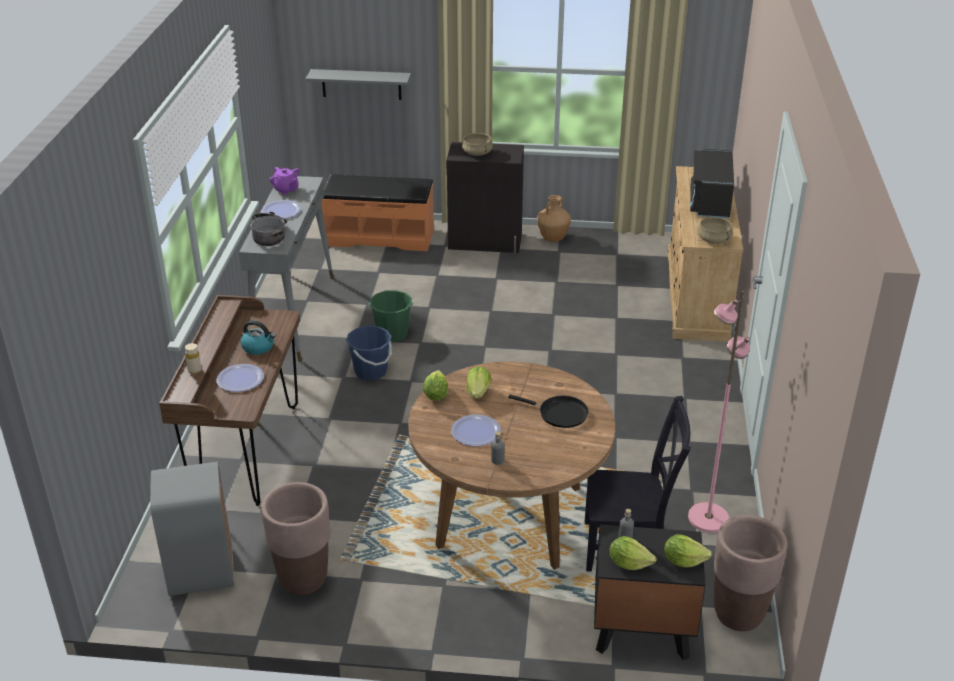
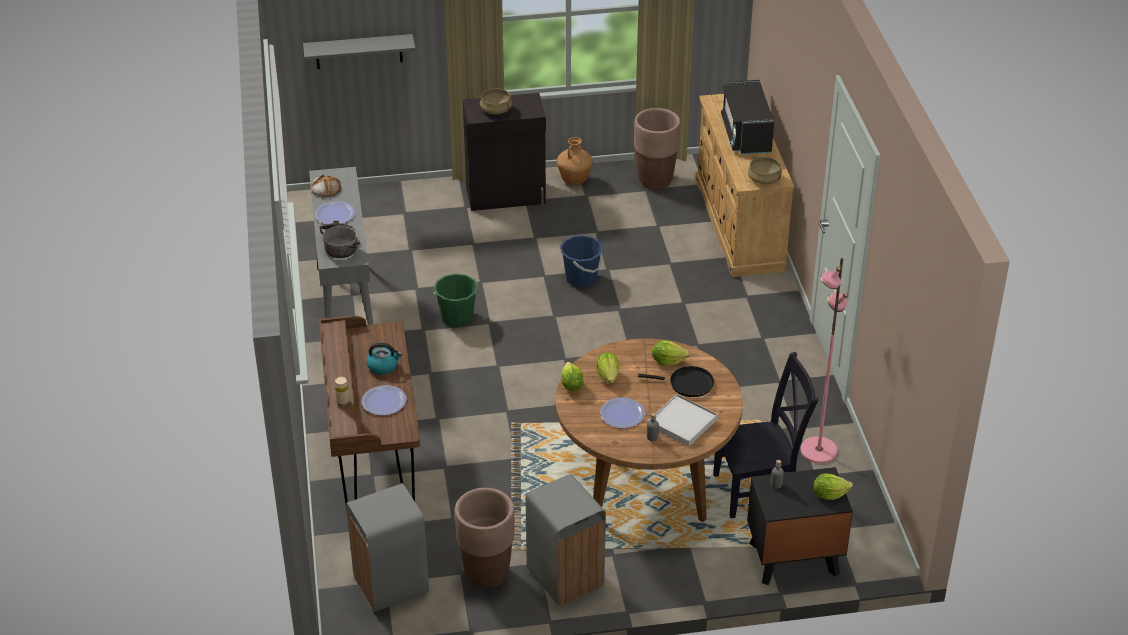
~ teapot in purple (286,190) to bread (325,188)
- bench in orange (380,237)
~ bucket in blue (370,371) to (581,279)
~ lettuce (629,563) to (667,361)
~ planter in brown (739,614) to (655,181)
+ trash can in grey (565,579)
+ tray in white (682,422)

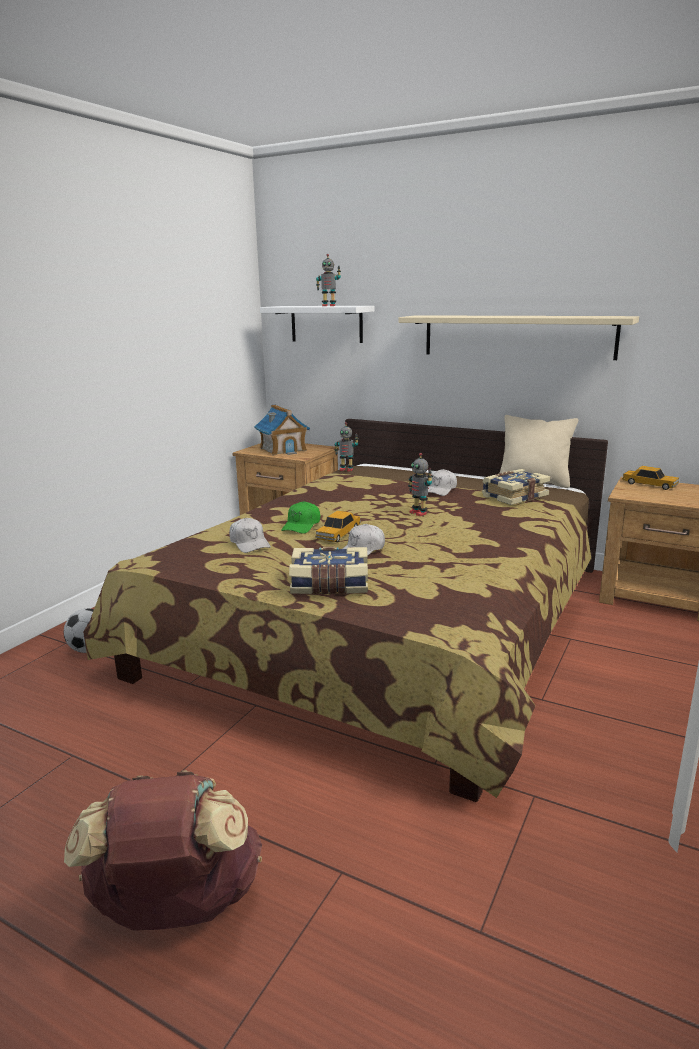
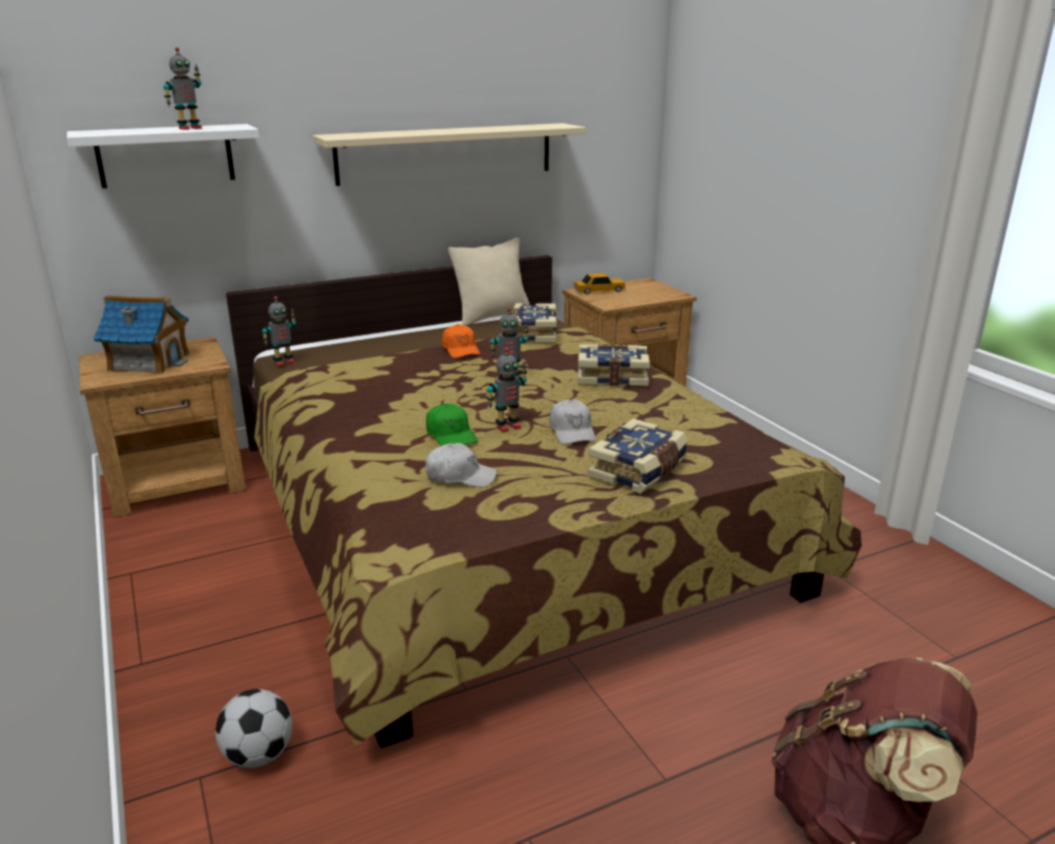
~ toy car (338,534) to toy robot (507,427)
~ cap in white (440,490) to cap in orange (461,350)
+ book (612,377)

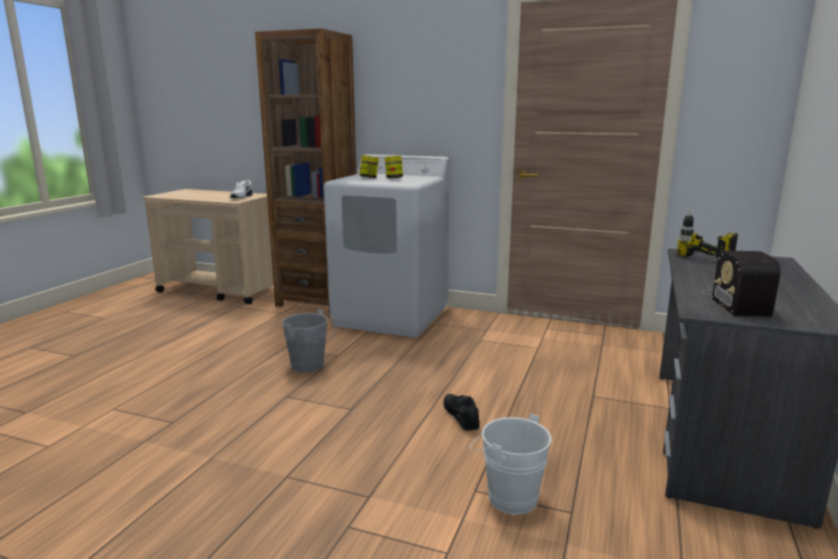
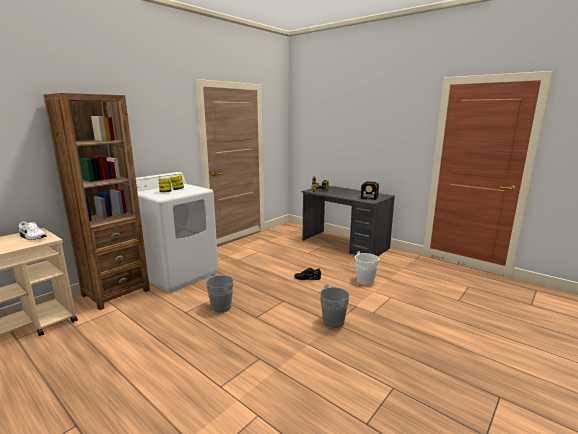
+ bucket in grey (331,322)

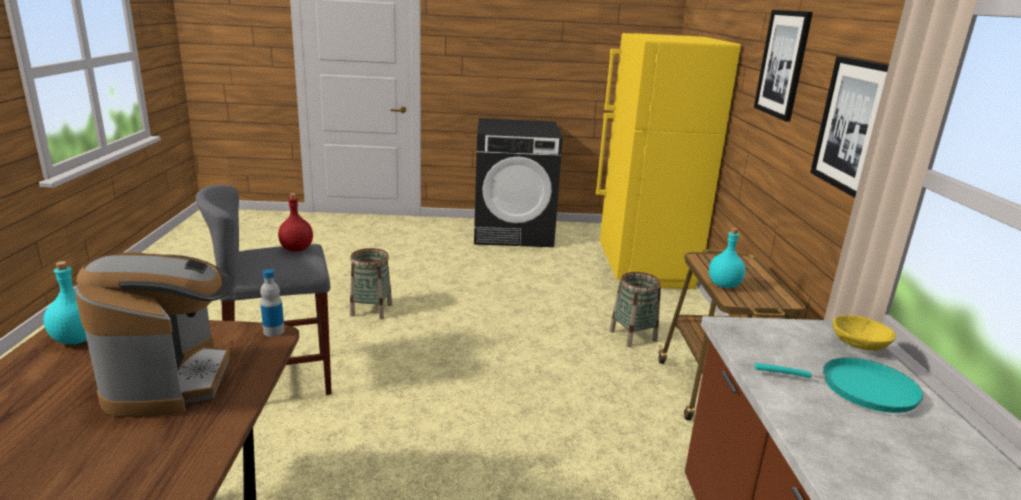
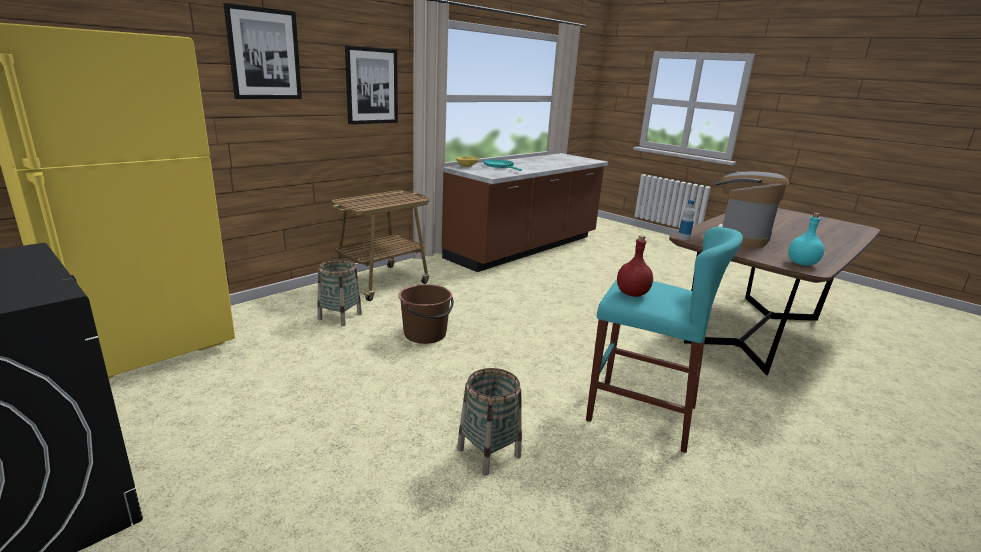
~ stool in grey (279,379) to stool in turquoise (641,413)
- bottle in turquoise (724,285)
+ bucket in brown (425,334)

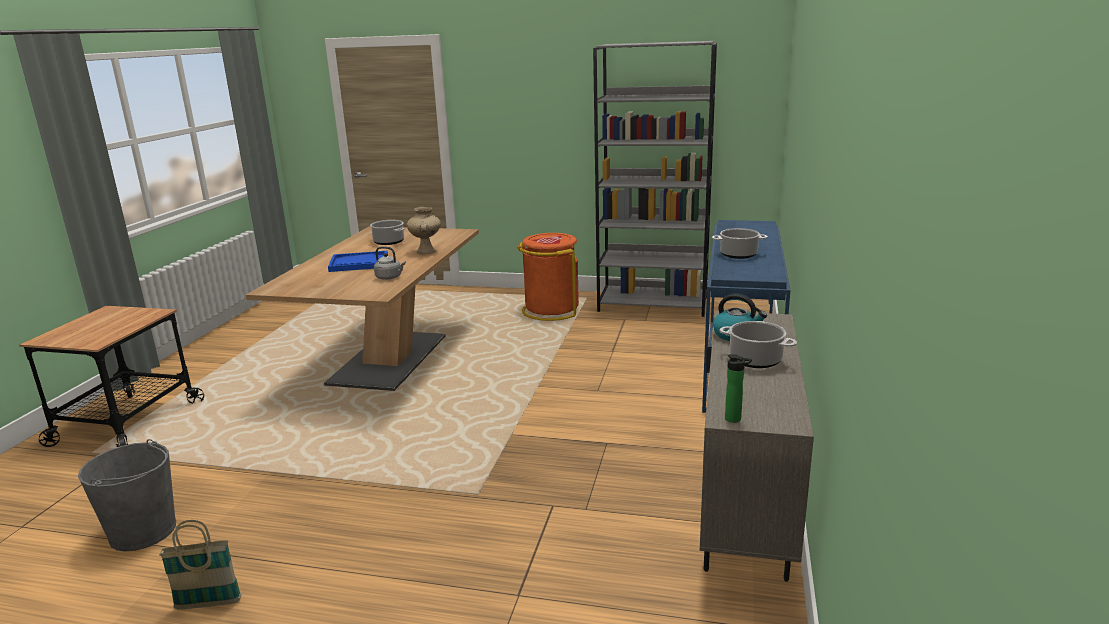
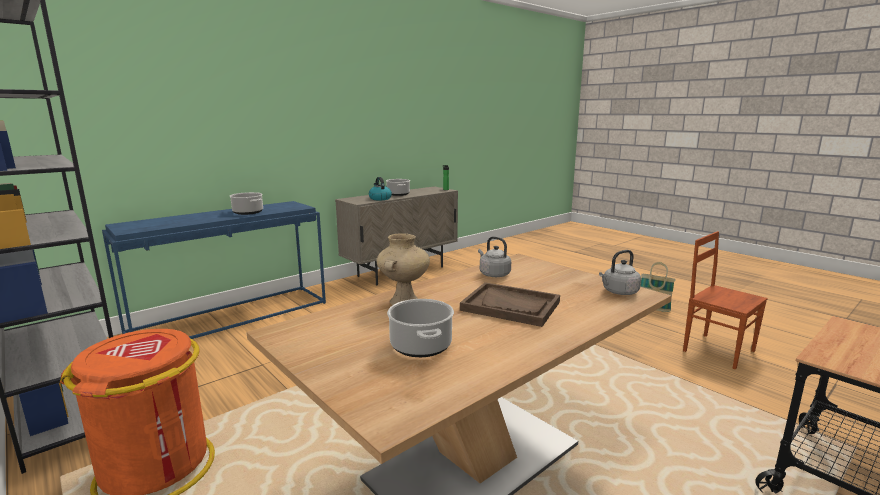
~ bucket in grey (143,531) to chair in brown (717,350)
~ tray in blue (359,263) to tray in brown (511,306)
+ kettle in grey (618,292)

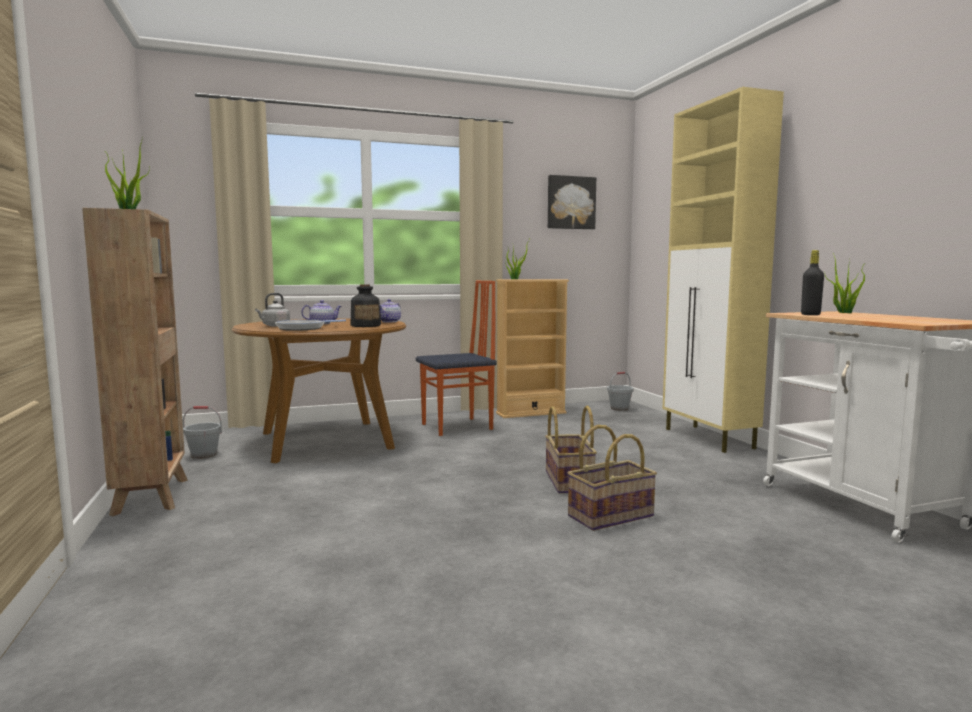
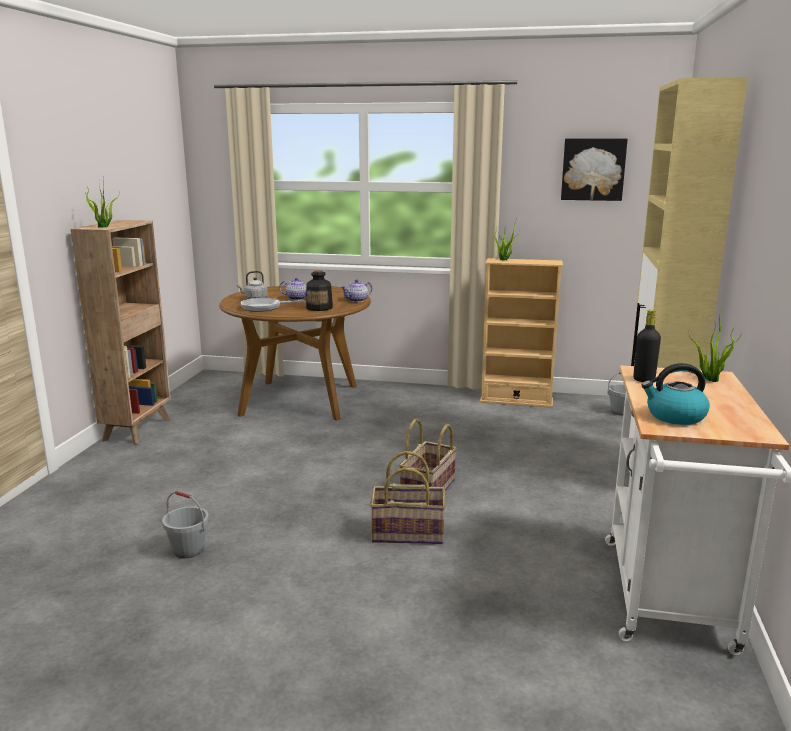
~ bucket in grey (204,455) to (189,550)
- chair (458,427)
+ kettle (674,416)

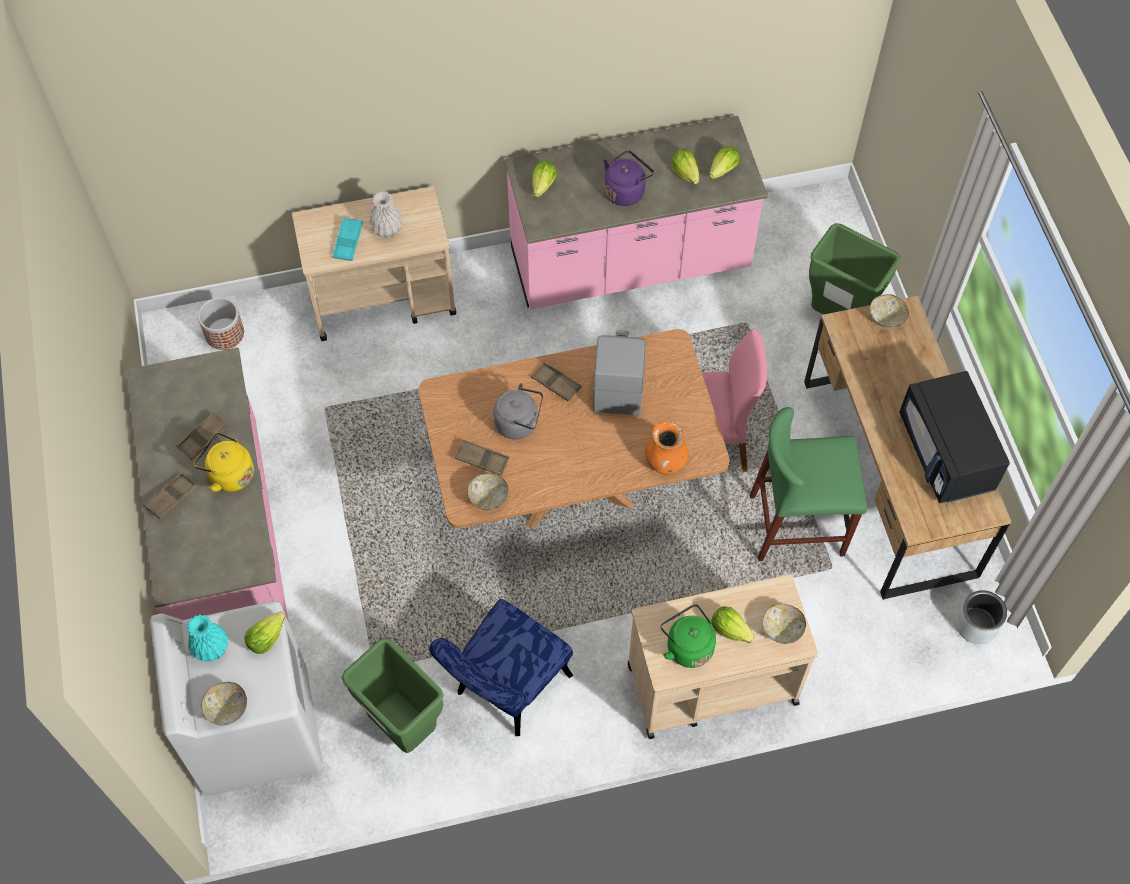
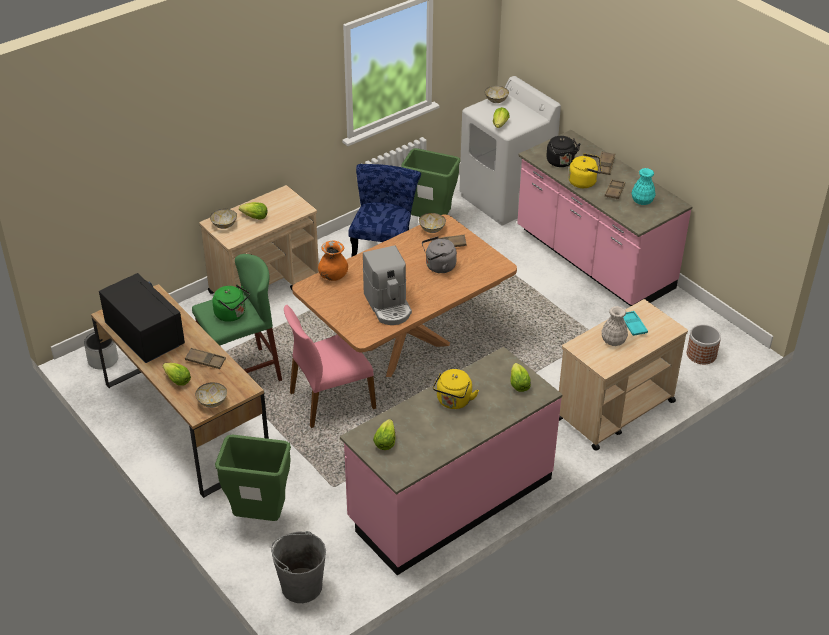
~ vase in turquoise (211,648) to (642,201)
~ tray in brown (556,383) to (205,361)
~ kettle in purple (626,191) to kettle in yellow (453,401)
~ kettle in green (687,646) to (232,314)
~ lettuce (685,173) to (177,380)
+ bucket in grey (301,586)
+ kettle in black (561,162)

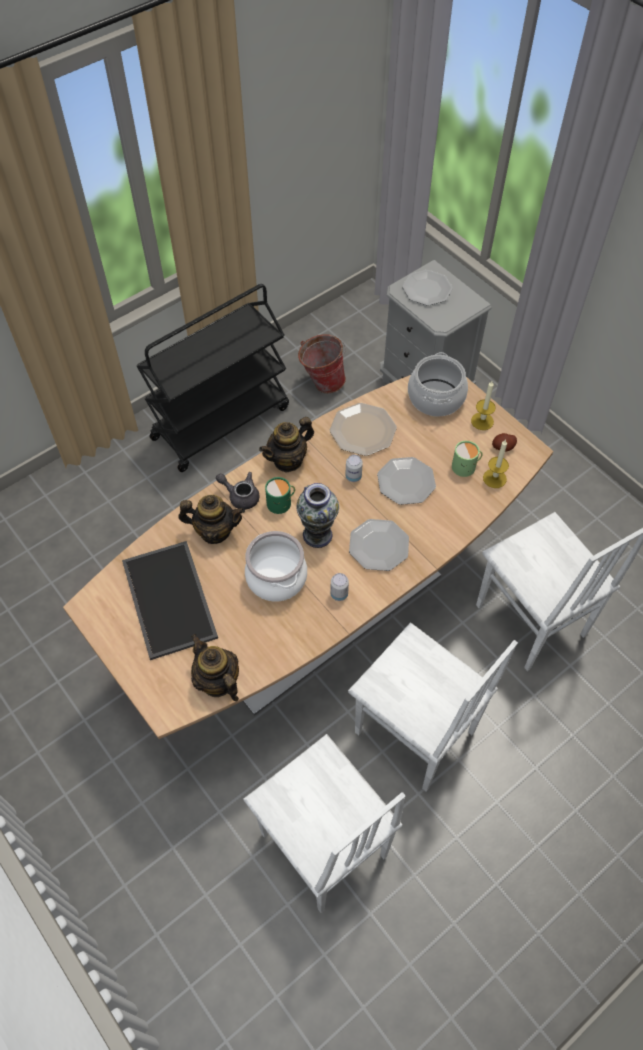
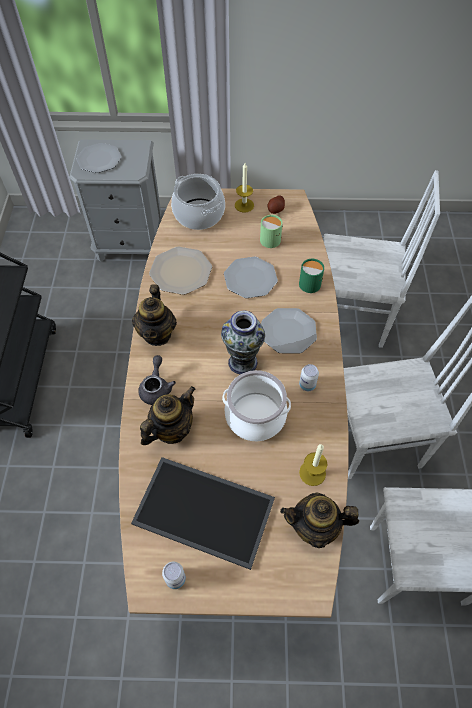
~ teapot in grey (240,496) = (156,388) 120 degrees clockwise
~ mug in green (281,503) to (310,282)
- bucket (322,382)
~ can (353,476) to (175,579)
~ candle (494,478) to (312,473)

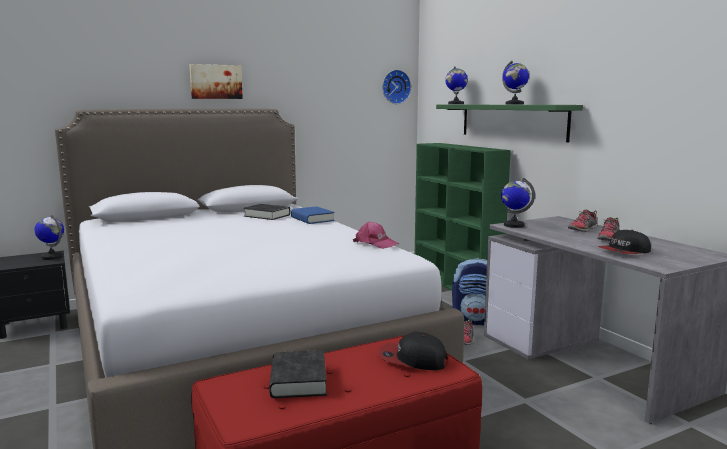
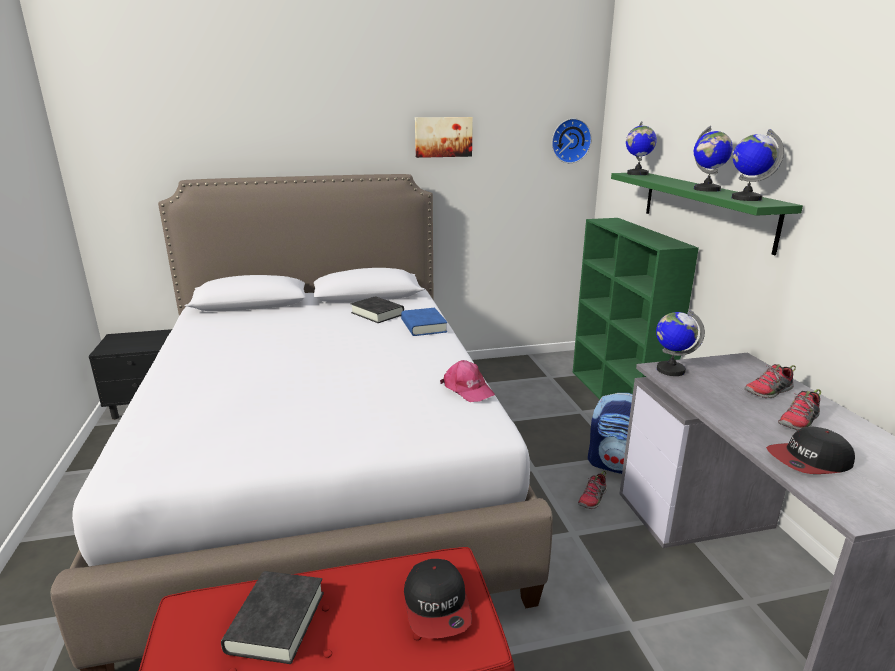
~ globe (52,257) to (746,198)
~ picture (216,82) to (443,137)
~ cap (412,359) = (437,606) 135 degrees counterclockwise

